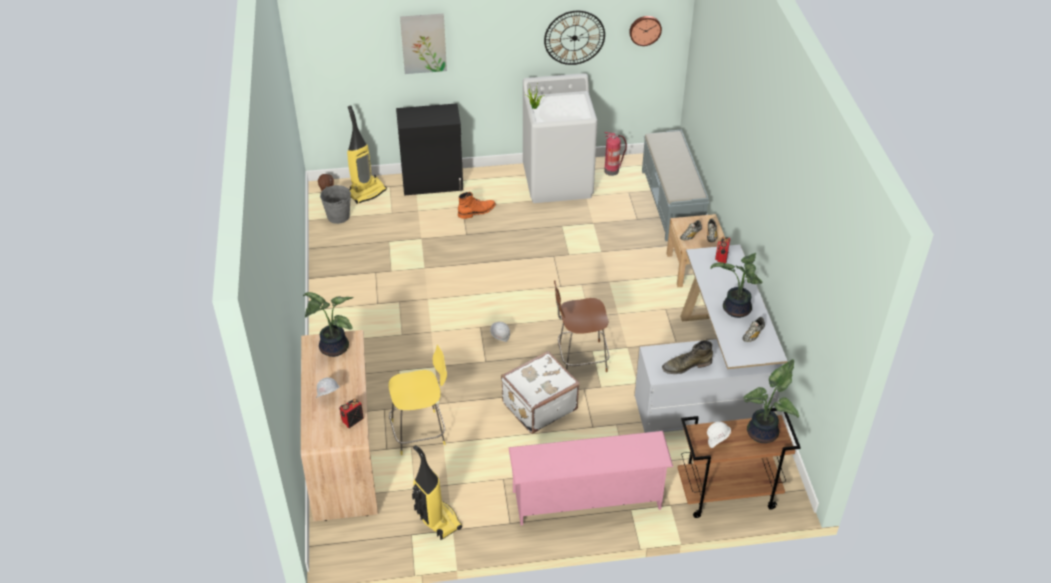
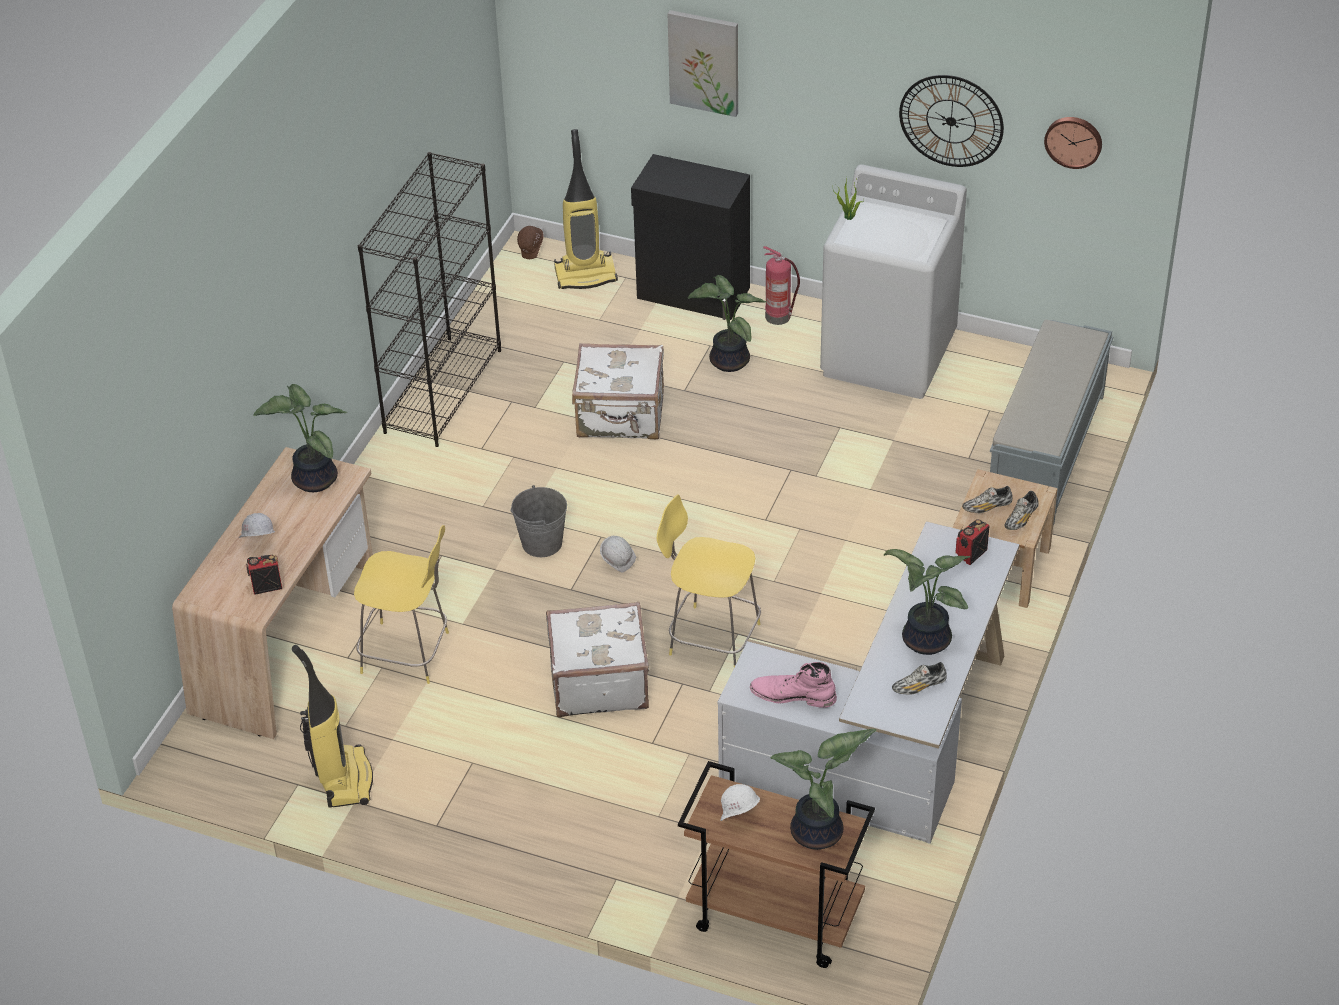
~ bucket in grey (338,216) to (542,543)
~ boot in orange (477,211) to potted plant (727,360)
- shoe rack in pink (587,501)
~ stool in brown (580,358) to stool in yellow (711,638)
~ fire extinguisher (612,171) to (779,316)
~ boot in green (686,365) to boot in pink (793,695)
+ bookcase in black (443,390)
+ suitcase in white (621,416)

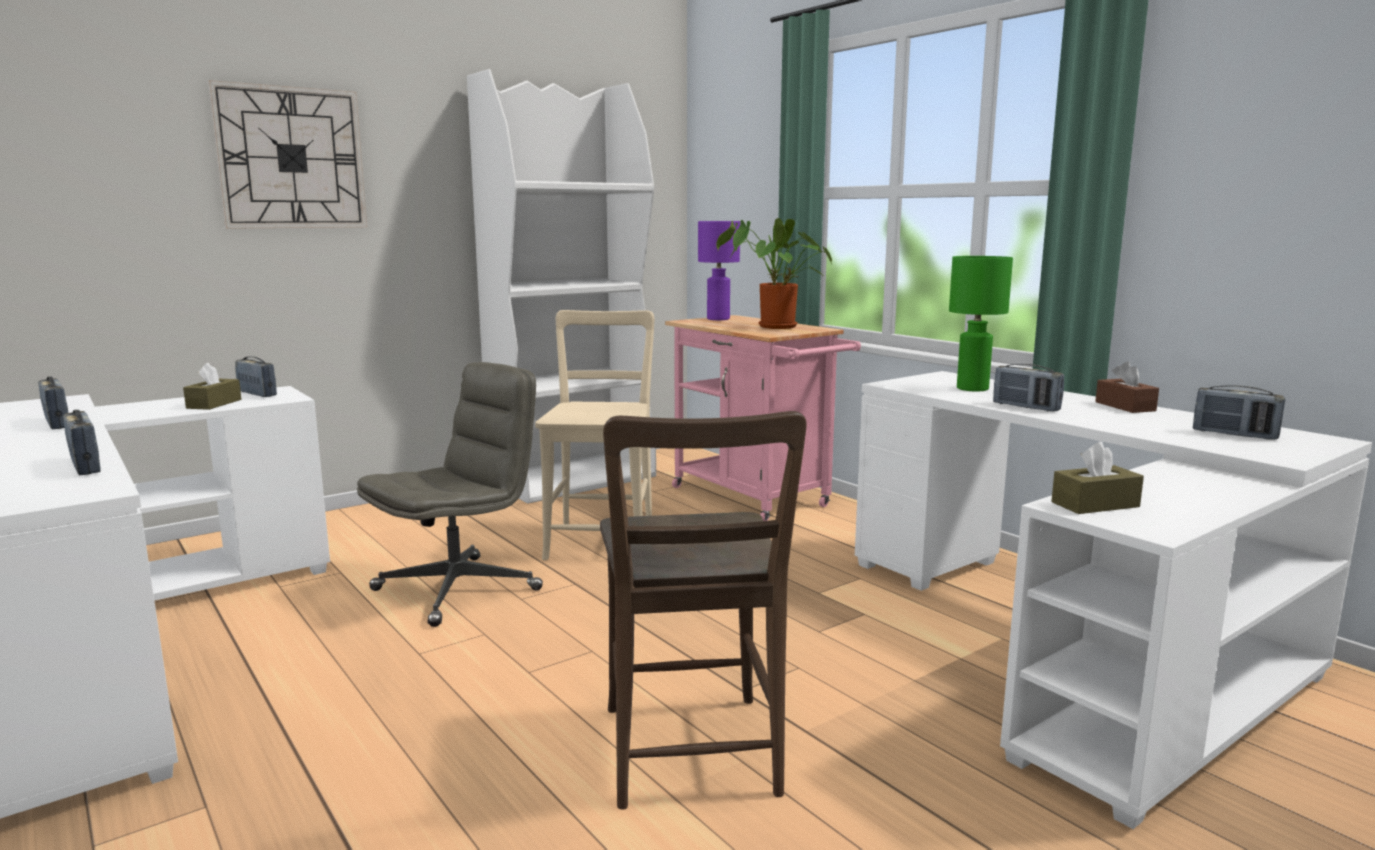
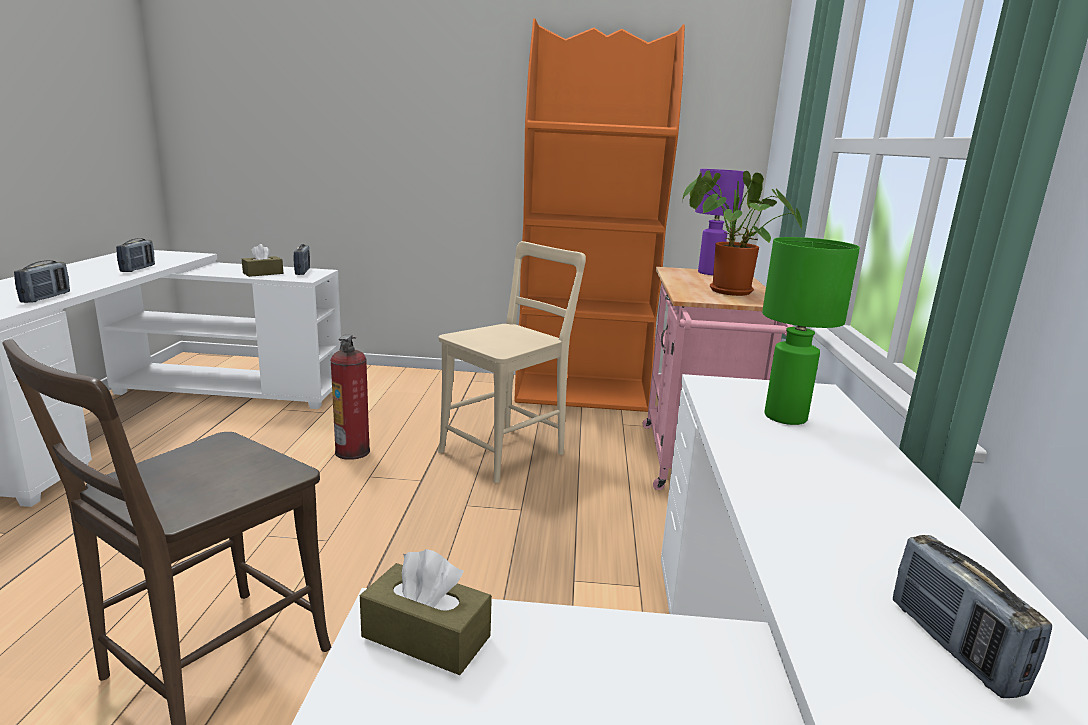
- wall clock (291,158)
~ office chair in grey (458,589) to fire extinguisher (353,452)
~ bookcase in white (573,479) to bookcase in orange (583,393)
- radio (1026,407)
- tissue box in brown (1125,406)

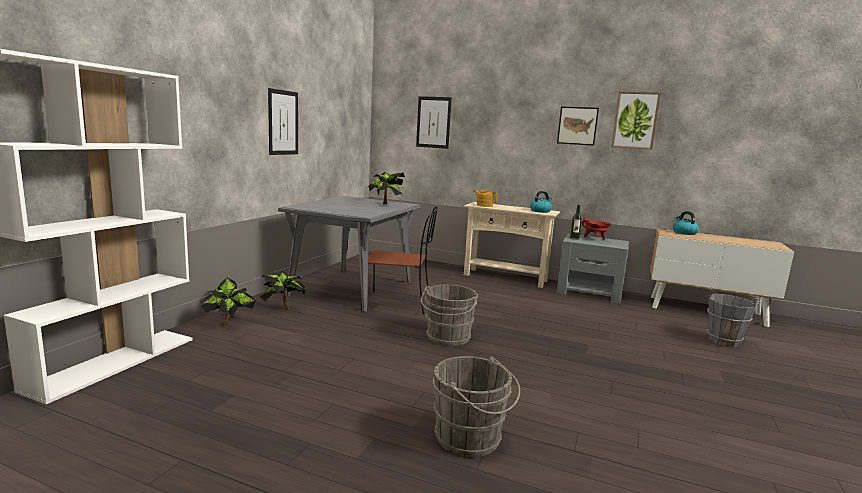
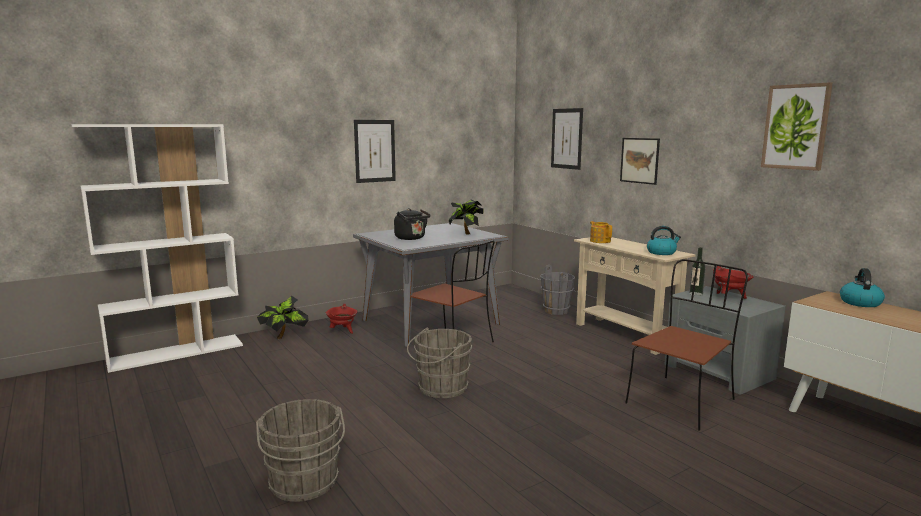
~ potted plant (283,308) to cooking pot in red (343,331)
~ picture (577,125) to (639,160)
~ bucket in grey (723,341) to (556,311)
+ kettle in black (411,238)
+ chair in brown (681,401)

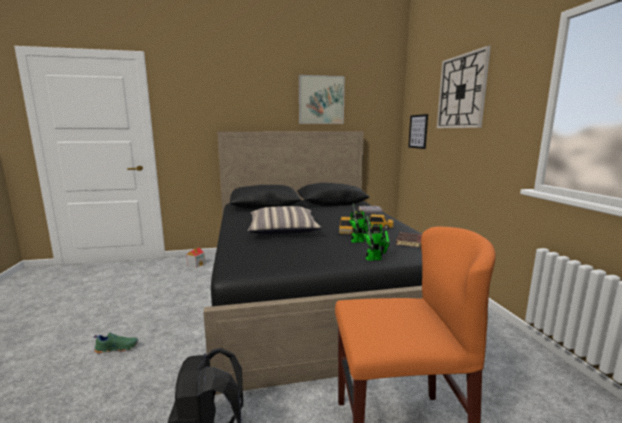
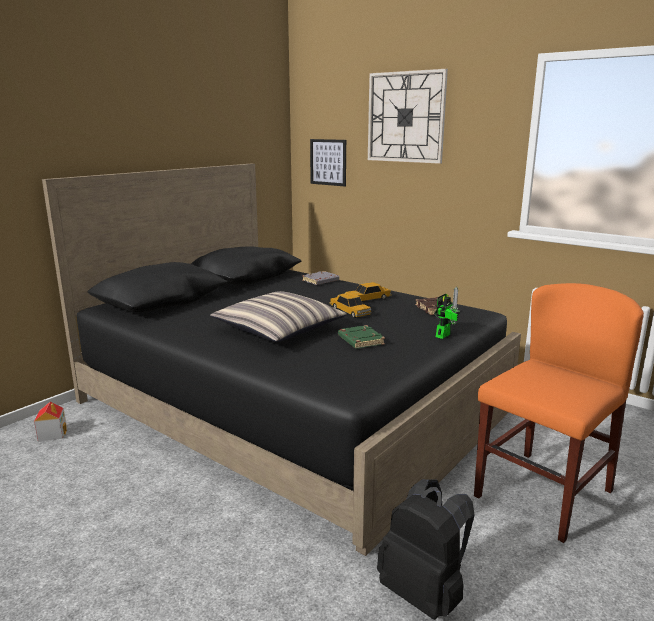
- shoe in green (117,348)
- picture (321,100)
- toy robot (359,241)
+ book in green (360,340)

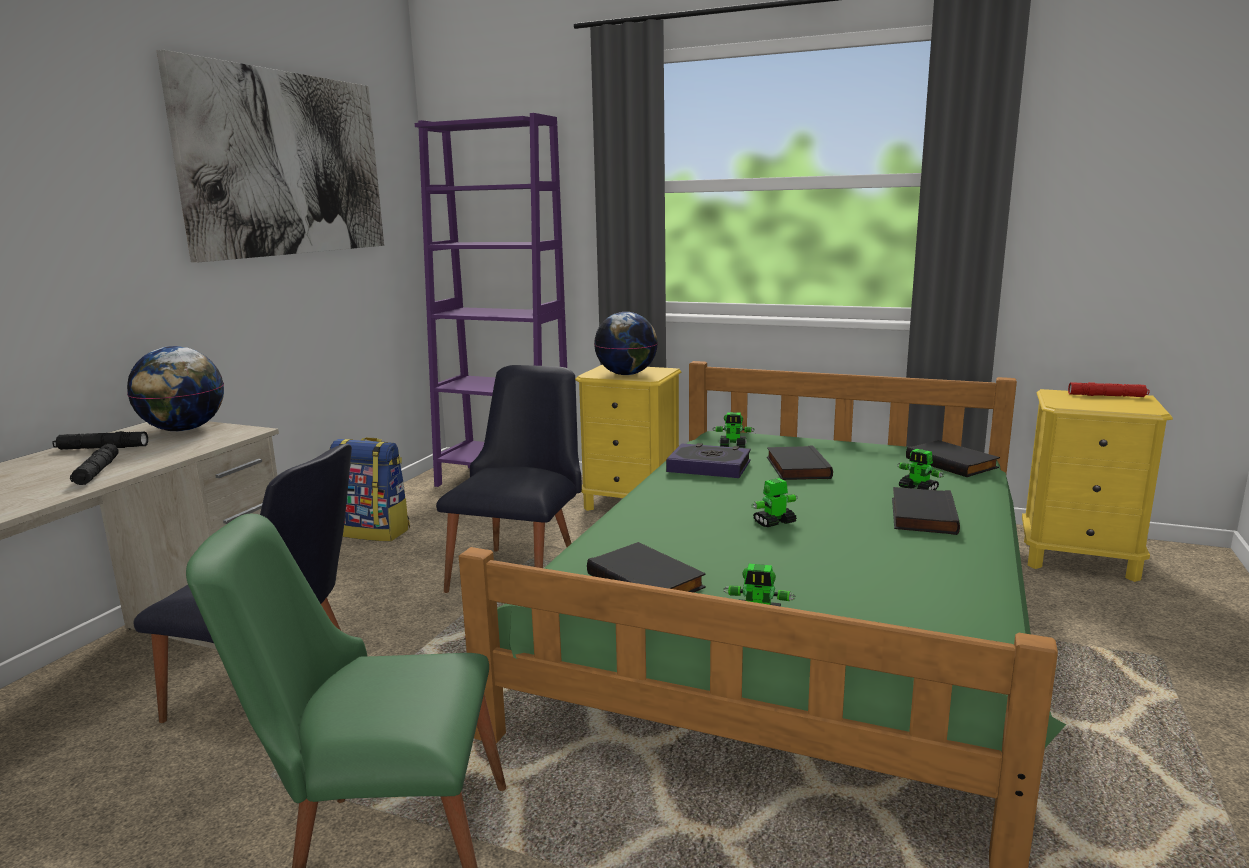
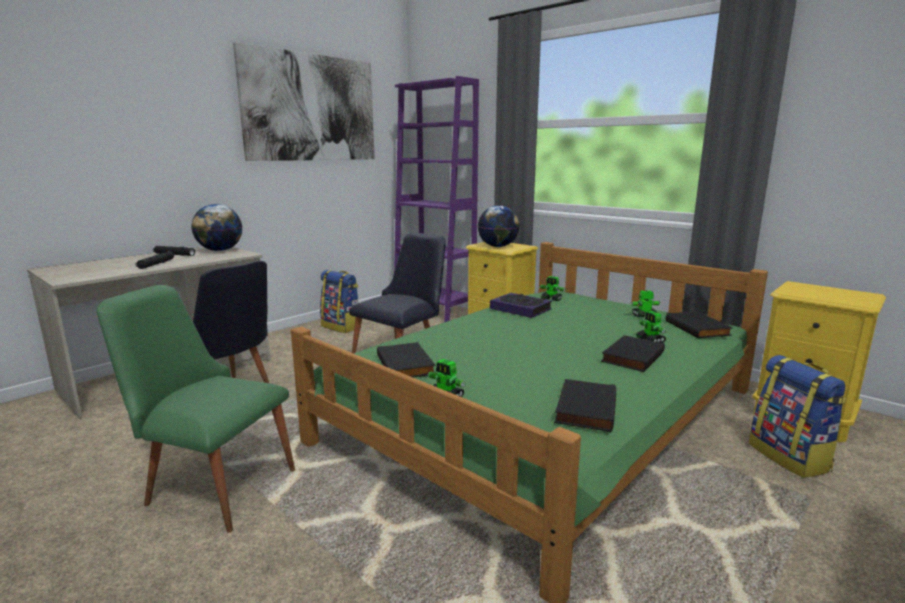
~ toy robot (774,522) to (643,315)
~ book in black (796,467) to (584,408)
- flashlight in red (1107,396)
+ backpack (790,457)

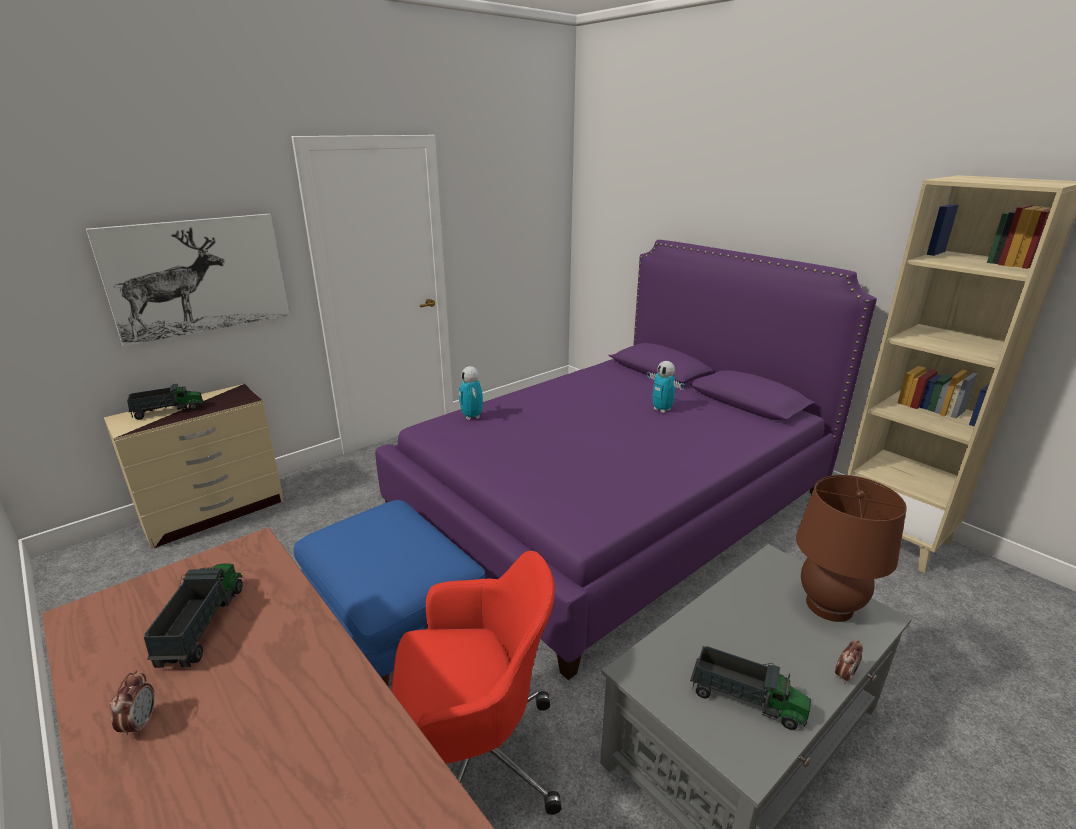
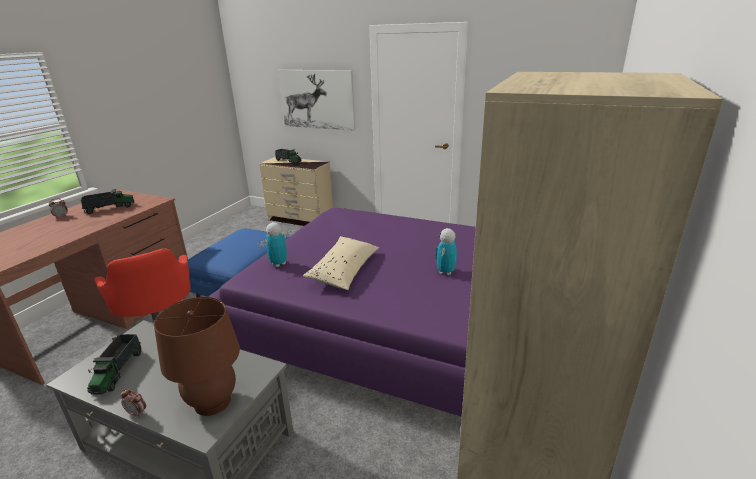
~ toy robot (472,417) to (278,264)
+ pillow in beige (344,270)

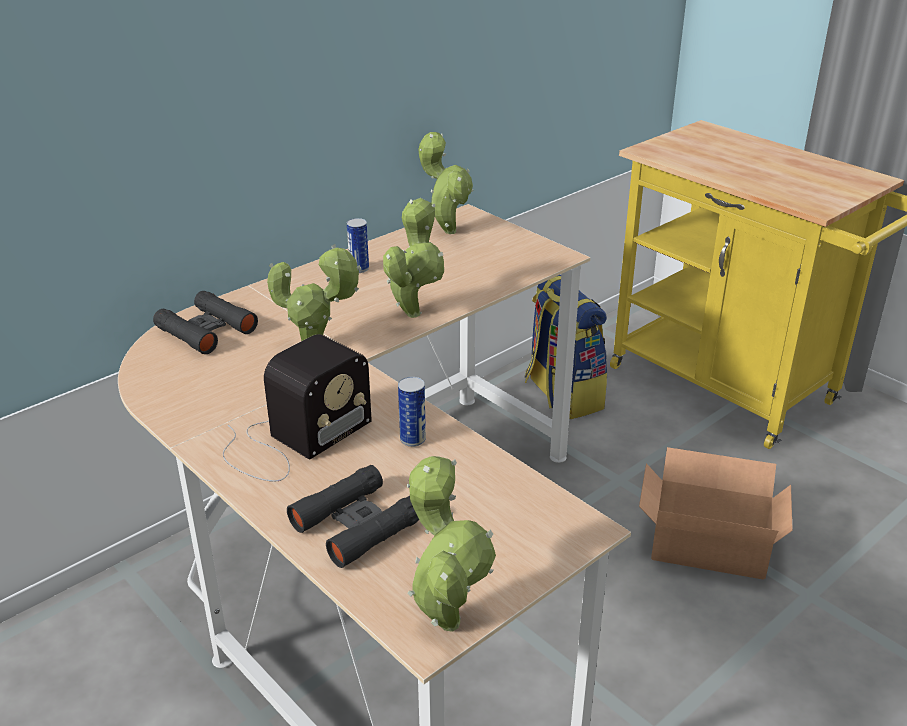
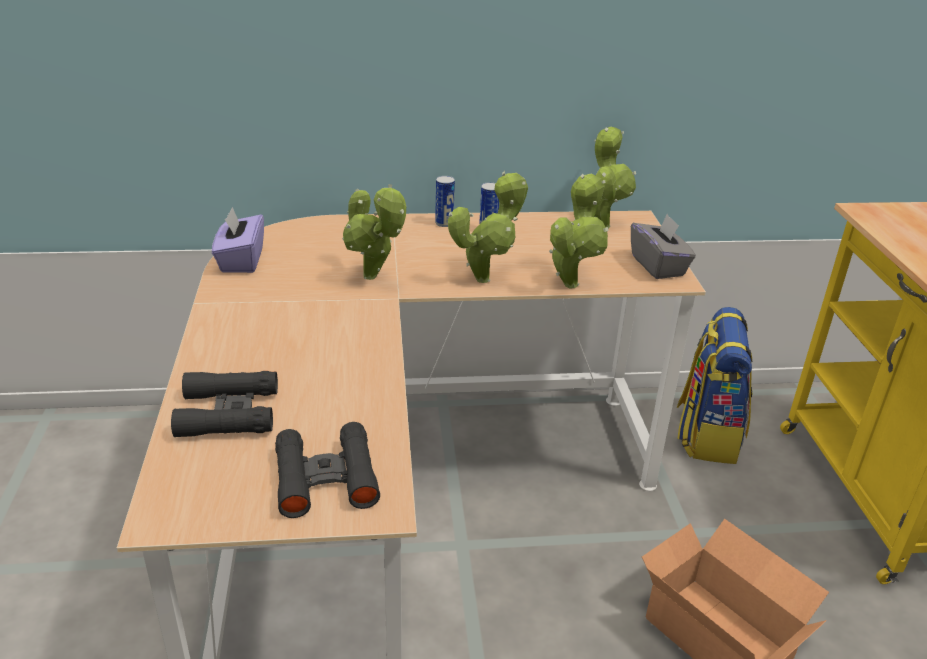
~ binoculars in black (206,330) to (325,478)
- radio (292,440)
~ can (412,439) to (444,223)
~ potted plant (446,617) to (571,282)
+ tissue box in purple (241,260)
+ tissue box in grey (658,266)

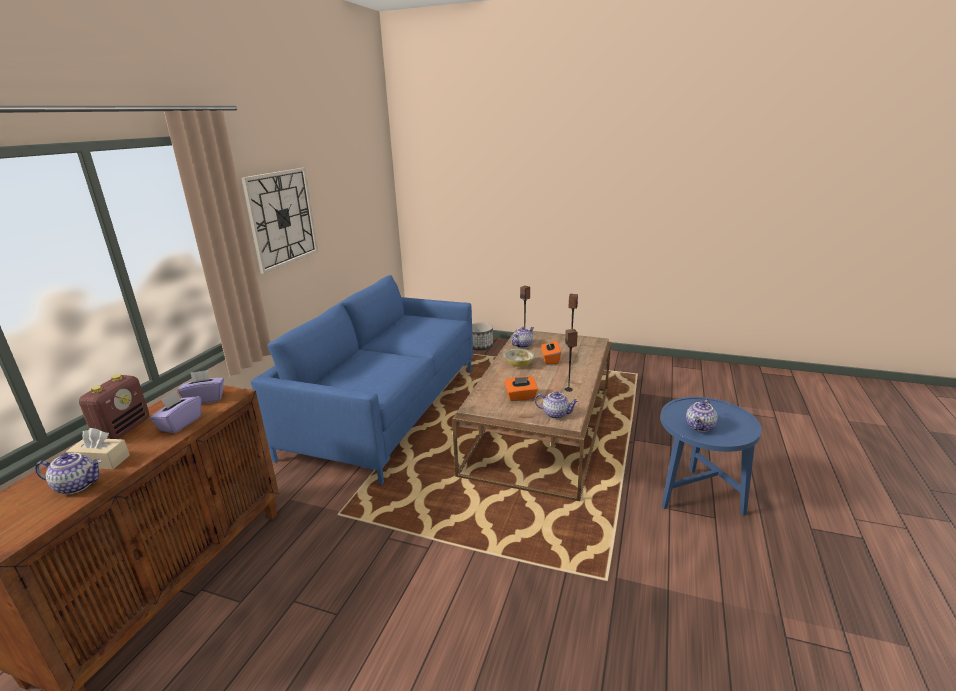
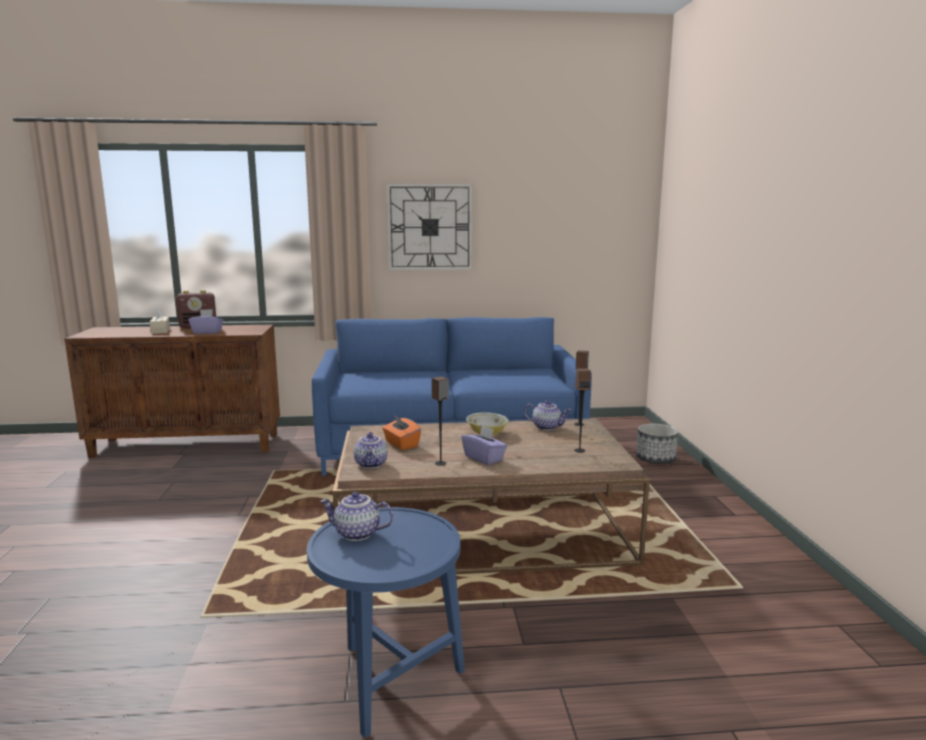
- teapot (78,485)
~ tissue box in purple (205,399) to (484,458)
- tissue box in orange (550,359)

